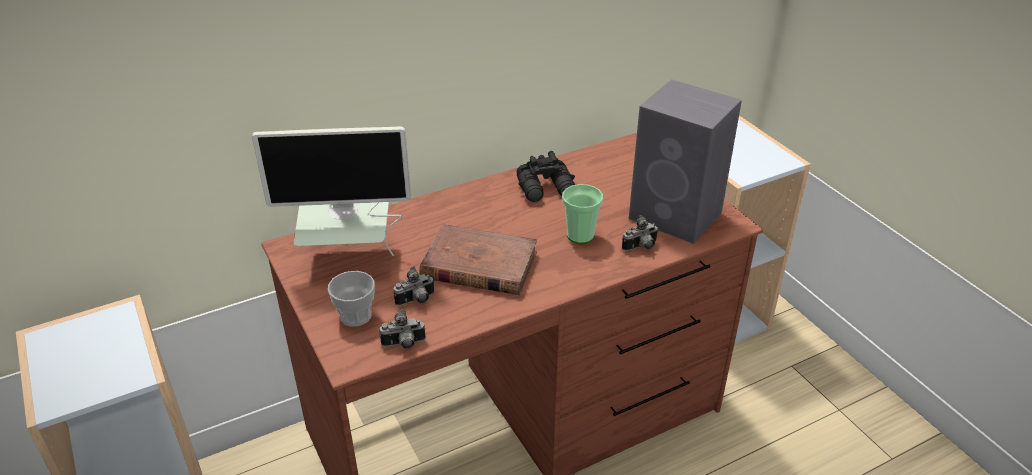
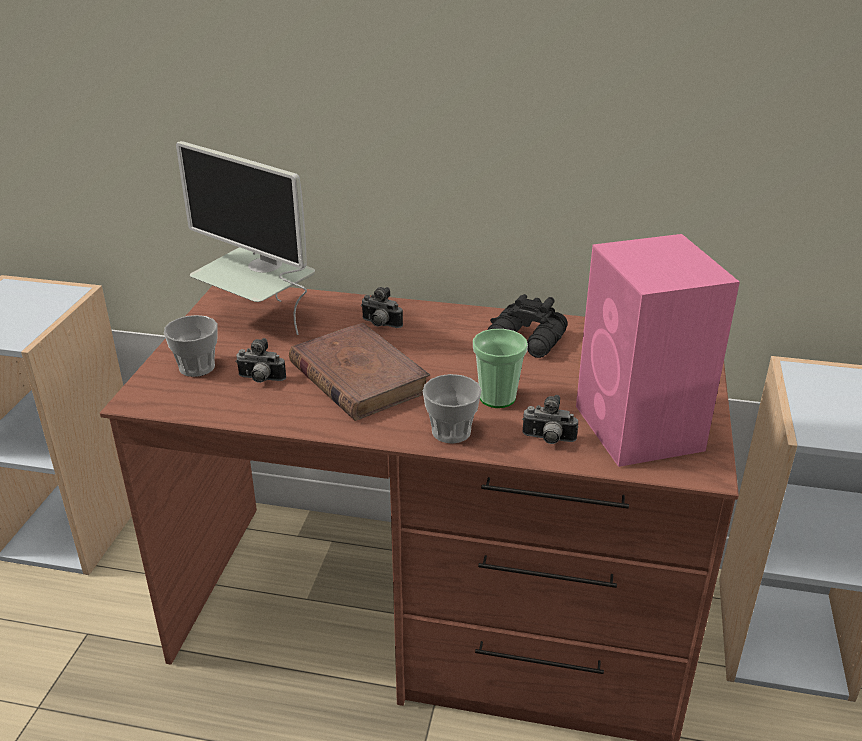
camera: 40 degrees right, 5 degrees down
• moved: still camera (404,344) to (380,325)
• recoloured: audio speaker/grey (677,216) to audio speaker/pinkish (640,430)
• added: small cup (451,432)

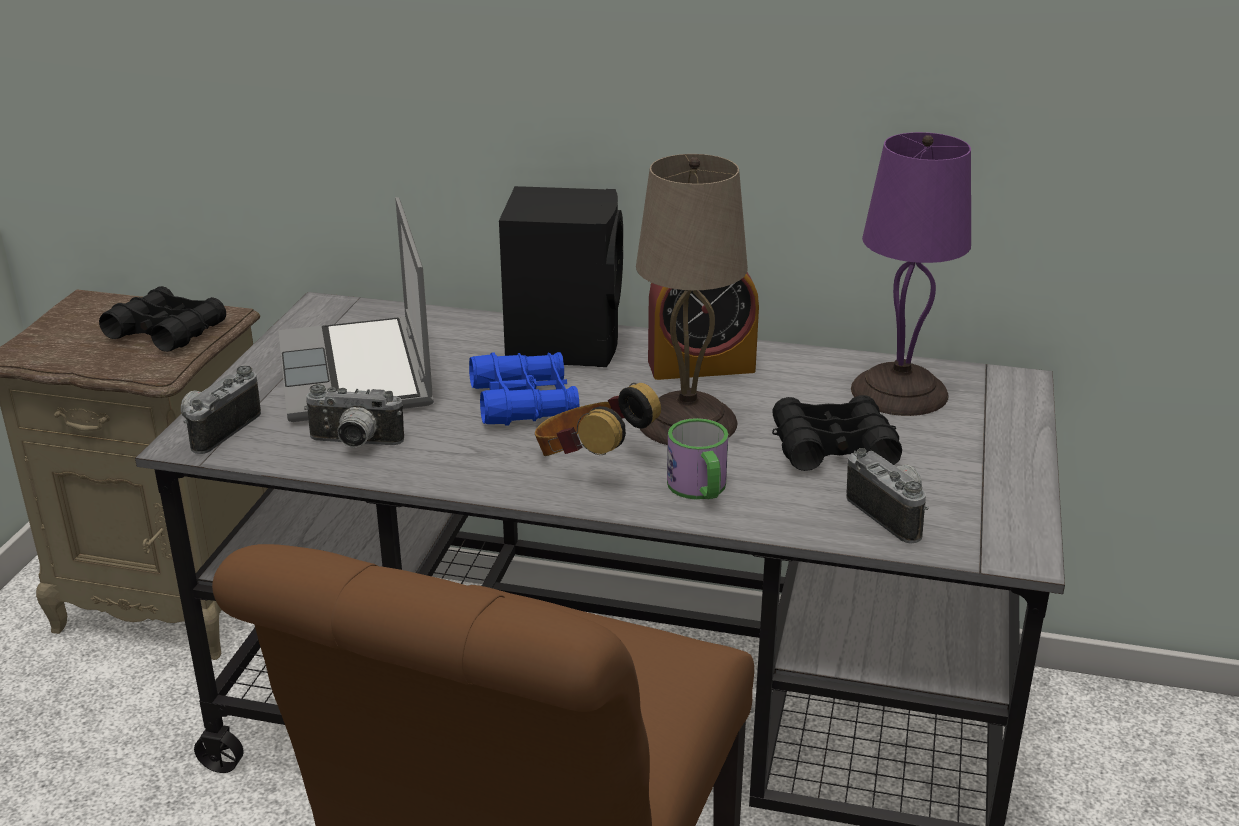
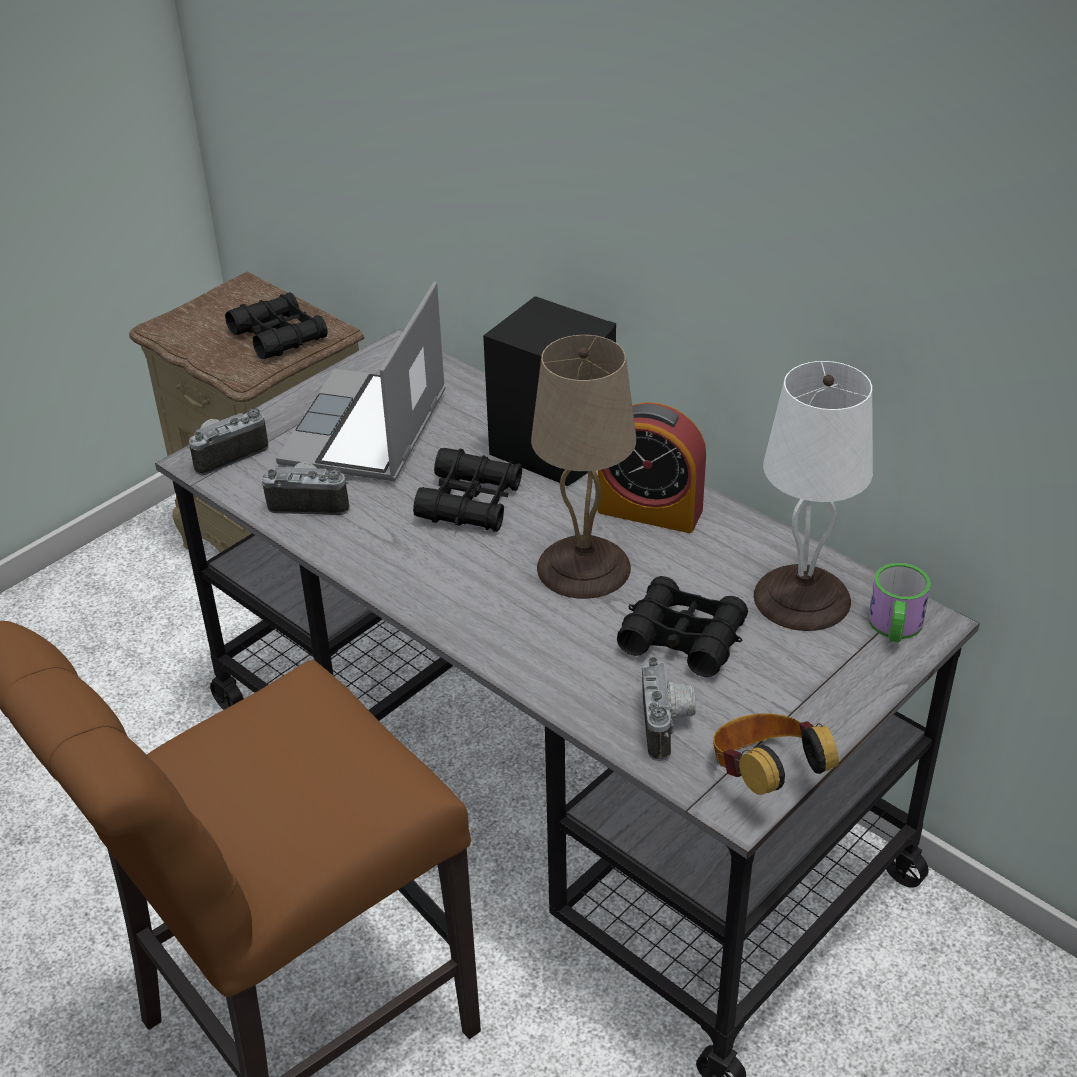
camera: 30 degrees right, 10 degrees up
• turned: still camera (354,444) = (310,502) 150 degrees clockwise
• recoloured: pair of binoculars/blue-coloured (524,402) to pair of binoculars/black-coloured (470,502)
• moved: headset (591,460) to (765,777)
• moved: mug (700,489) to (894,627)
• recoloured: table lamp/purple-coloured (901,391) to table lamp/white (804,598)

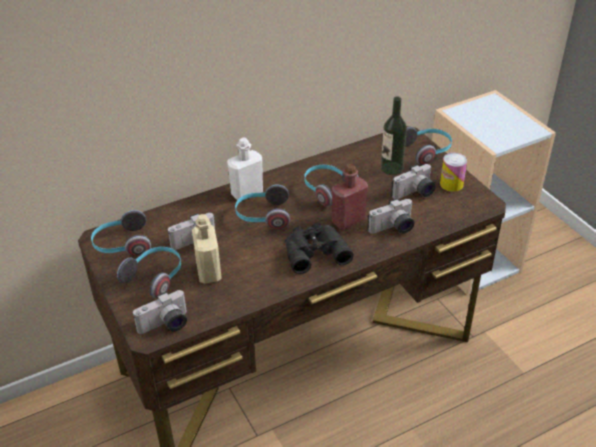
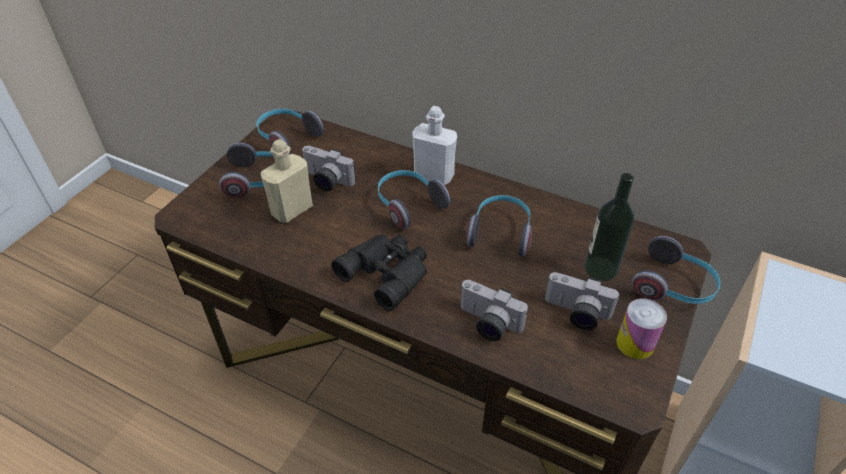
camera: 55 degrees right, 5 degrees up
• removed: still camera (165,325)
• removed: drink bottle/red-coloured (348,221)

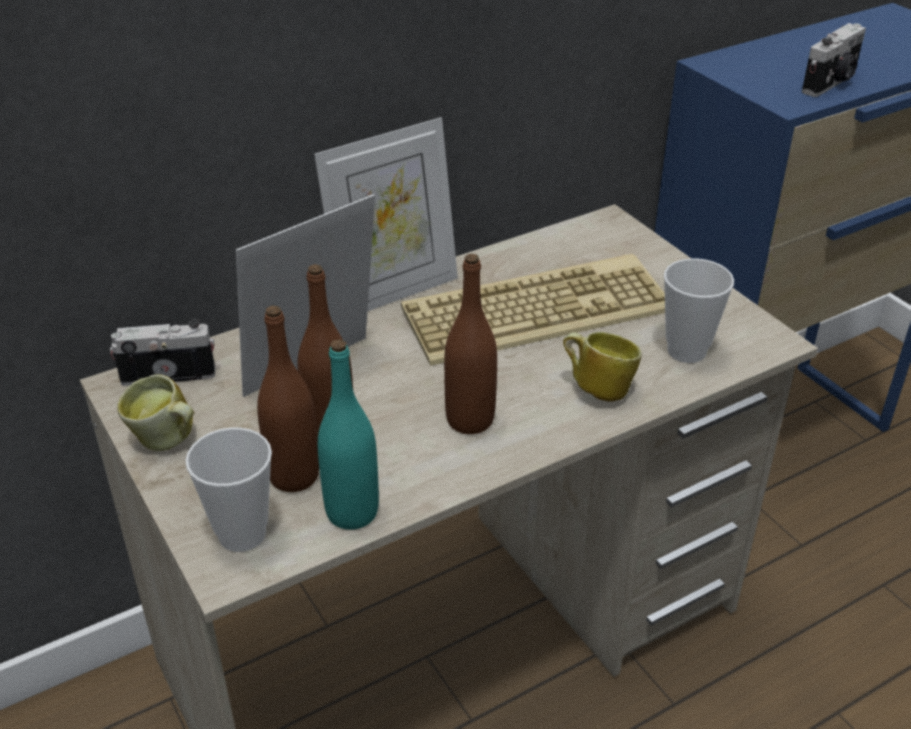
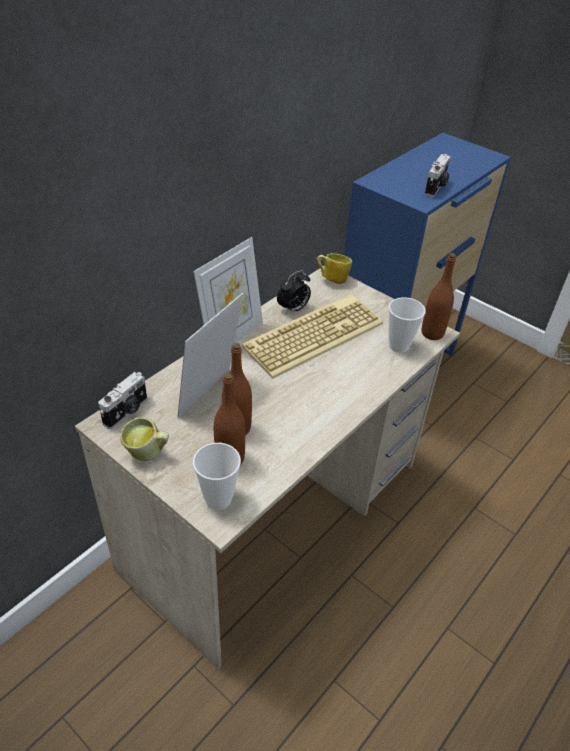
camera: 20 degrees left, 5 degrees up
• turned: still camera (168,374) = (127,412) 150 degrees clockwise
• removed: drink bottle/turquoise-coloured (352,512)
• moved: drink bottle/brown (470,420) to (432,333)
• moved: mug (597,388) to (332,279)
• added: alarm clock (293,309)

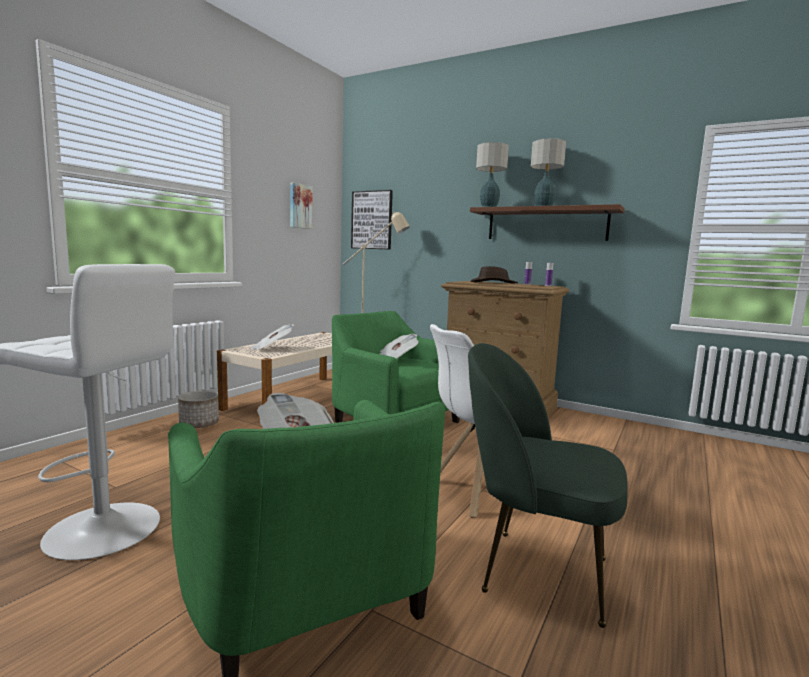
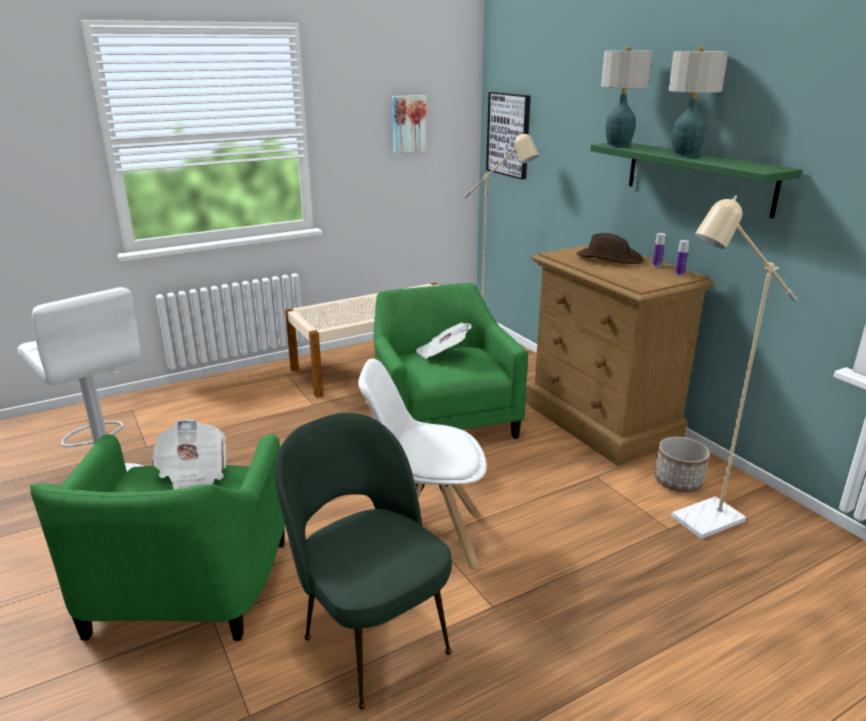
camera: 30 degrees right, 15 degrees up
• moved: plant pot (199,424) to (678,481)
• removed: printed paper (271,348)
• recoloured: wall shelf/brown (546,224) to wall shelf/green (698,177)
• added: floor lamp/sand-coloured (699,522)

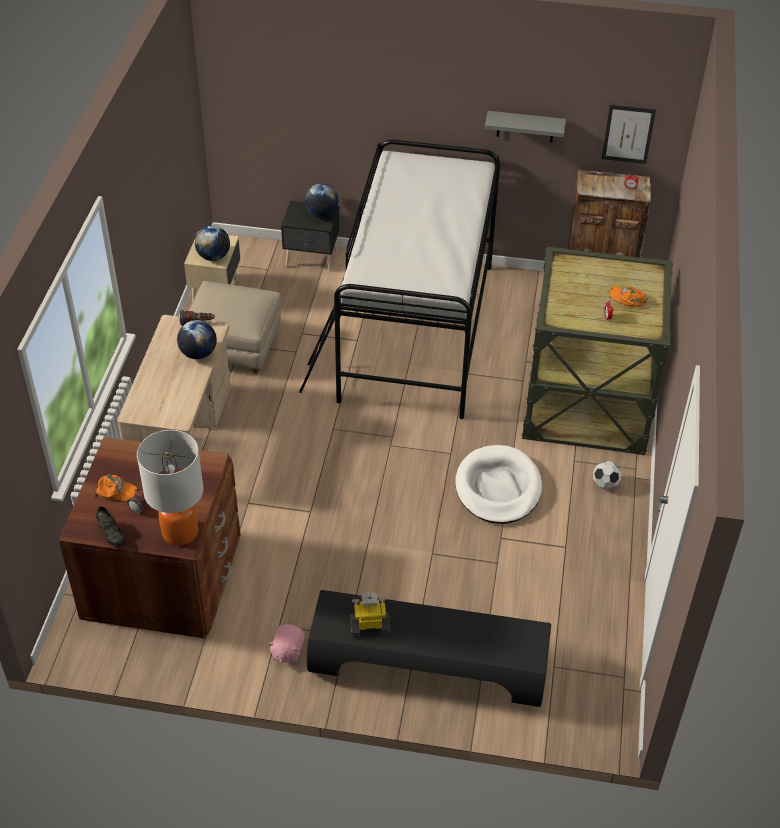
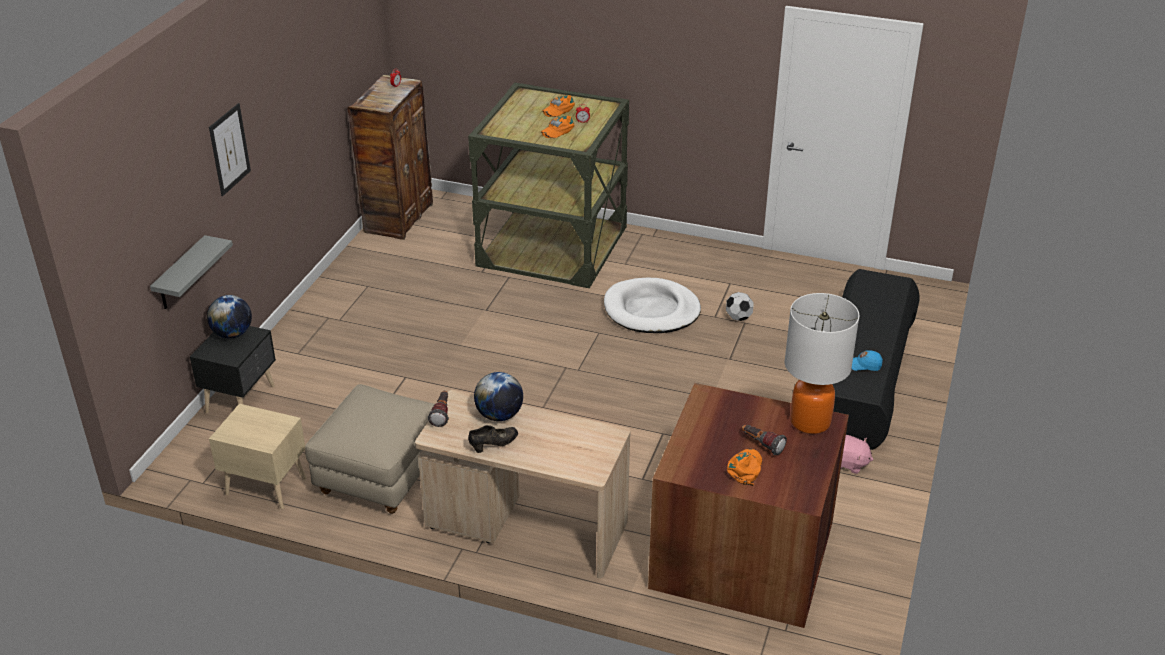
camera: 80 degrees left, 10 degrees down
• moved: low shoe/black-coloured (111,535) to (494,445)
• removed: globe (213,256)
• removed: bedroom bed/black-coloured (414,333)
• replaced: toy robot (370,625) to baseball cap/blue-coloured (864,365)
• moved: wall shelf/grey (525,126) to (181,274)
• moved: football ball (605,484) to (738,318)
• moved: wall art (628,134) to (229,149)
• added: baseball cap/orange-coloured (558,130)

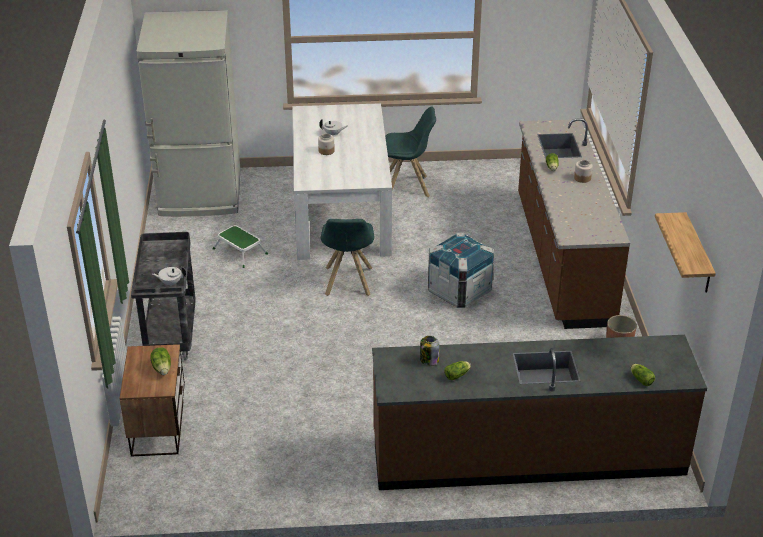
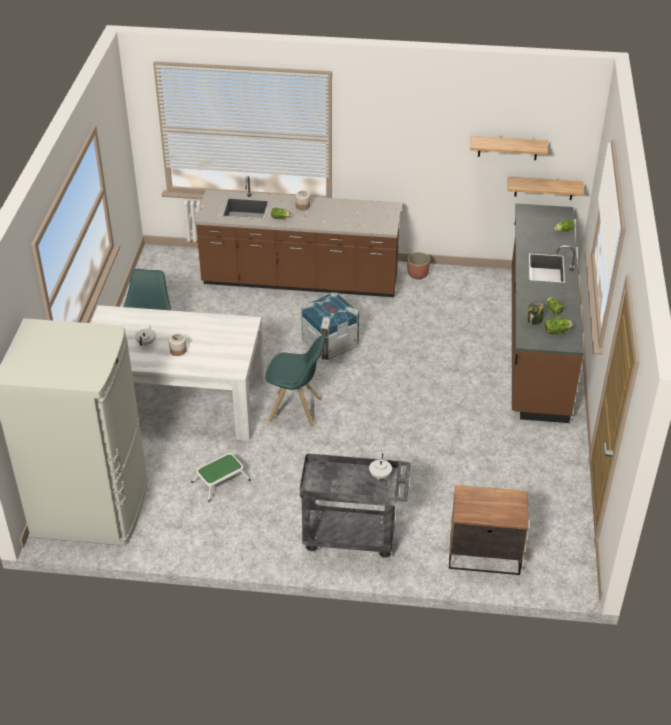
camera: 80 degrees left, 5 degrees up
• moved: lettuce (162,368) to (556,331)
• added: wall shelf (544,188)

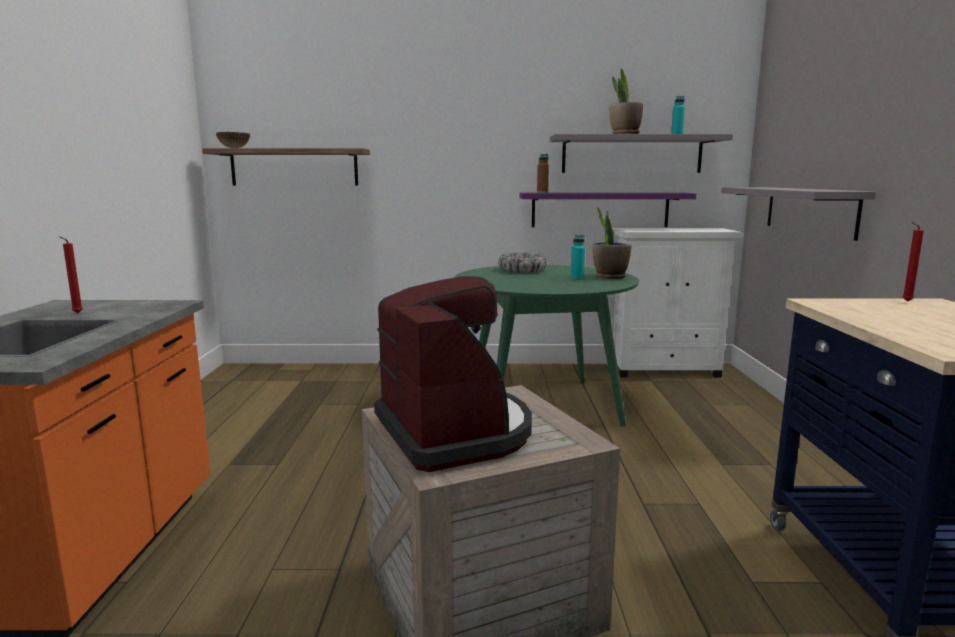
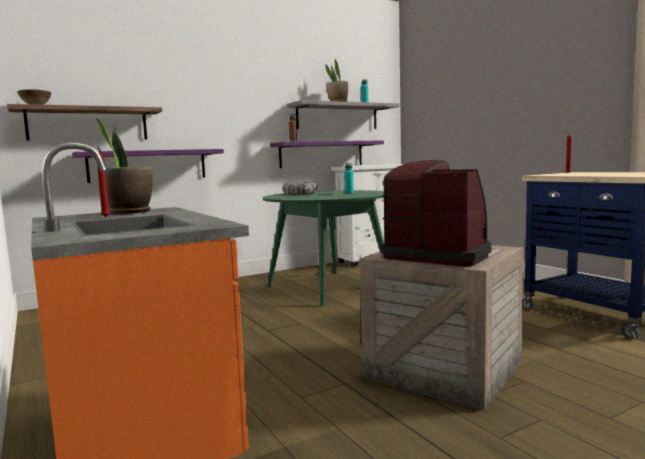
camera: 30 degrees left, 5 degrees down
• moved: houseplant (609,277) to (129,212)
• removed: wall shelf/grey (809,210)
• added: wall shelf/purple-coloured (148,165)

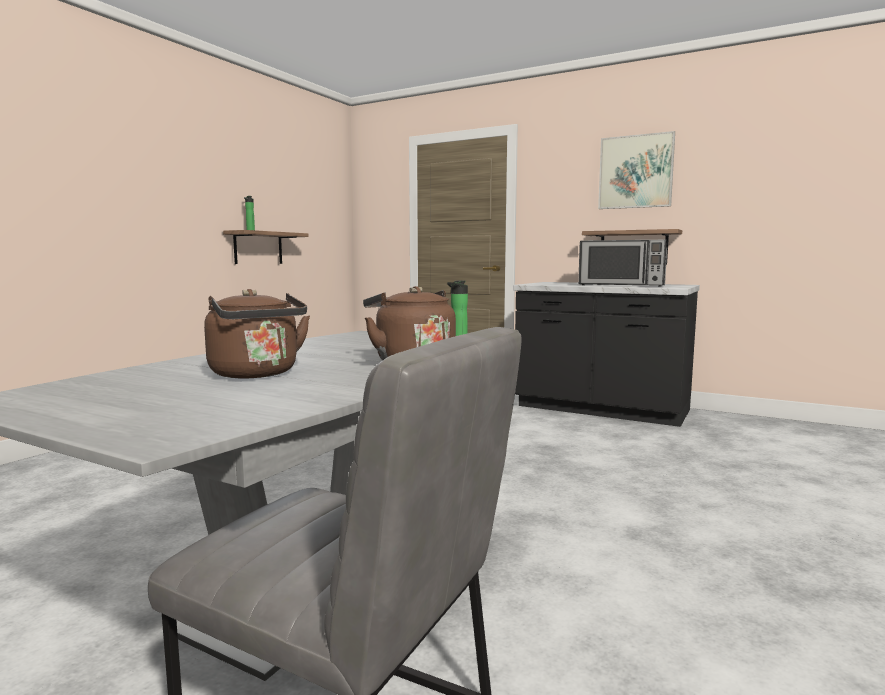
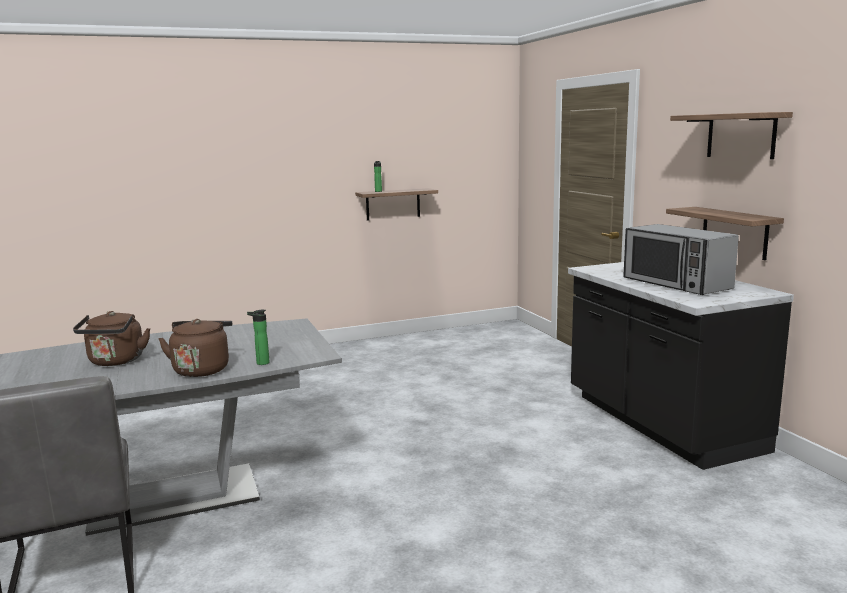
camera: 40 degrees right, 5 degrees up
• replaced: wall art (635,172) to wall shelf (741,135)

